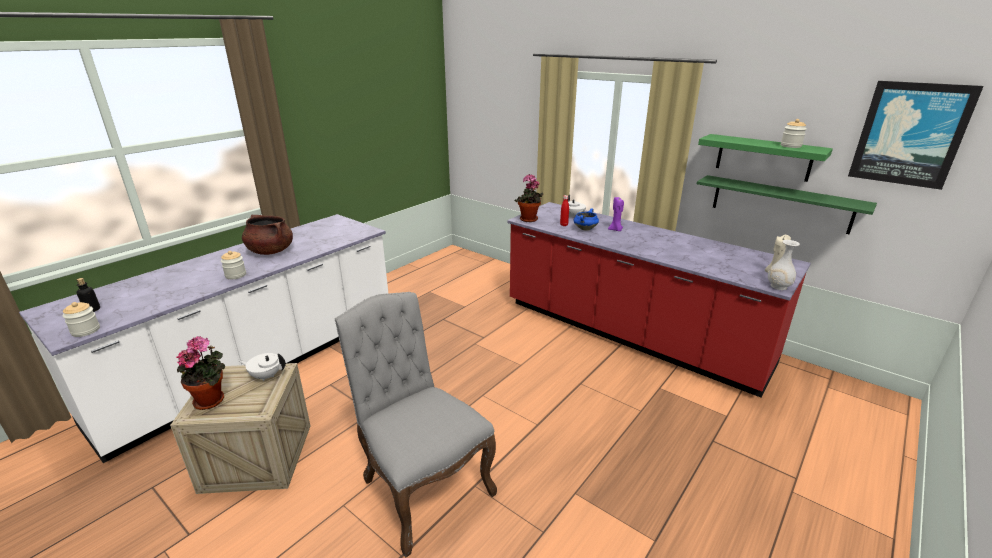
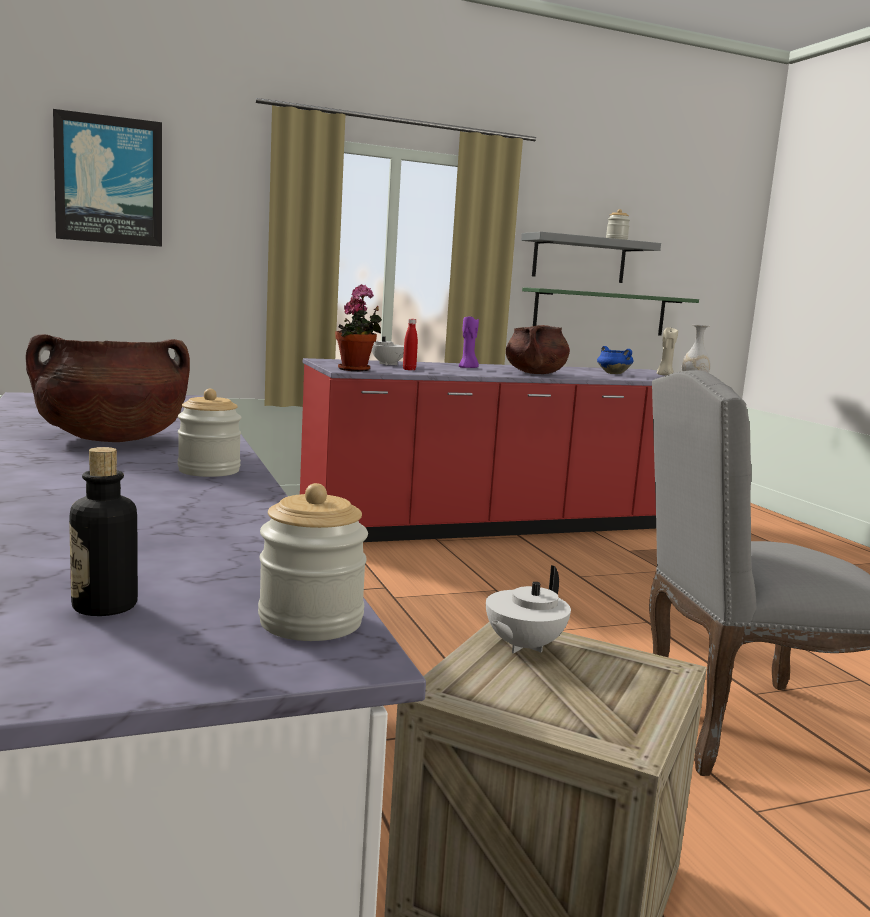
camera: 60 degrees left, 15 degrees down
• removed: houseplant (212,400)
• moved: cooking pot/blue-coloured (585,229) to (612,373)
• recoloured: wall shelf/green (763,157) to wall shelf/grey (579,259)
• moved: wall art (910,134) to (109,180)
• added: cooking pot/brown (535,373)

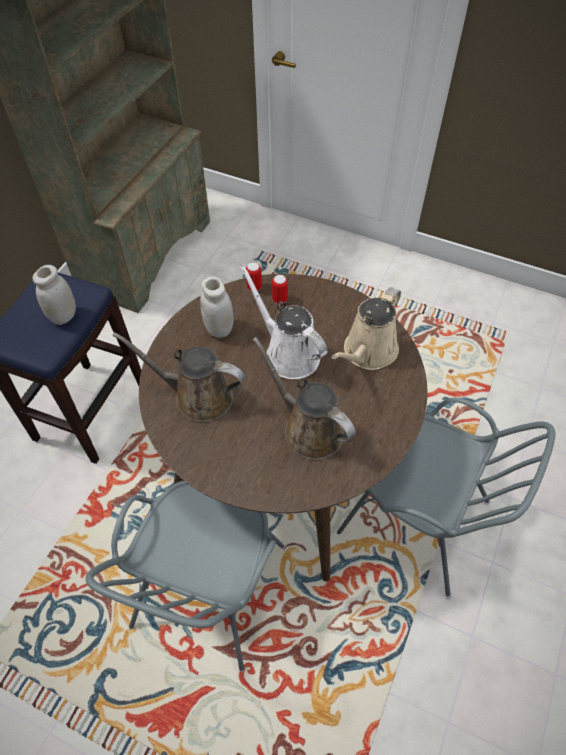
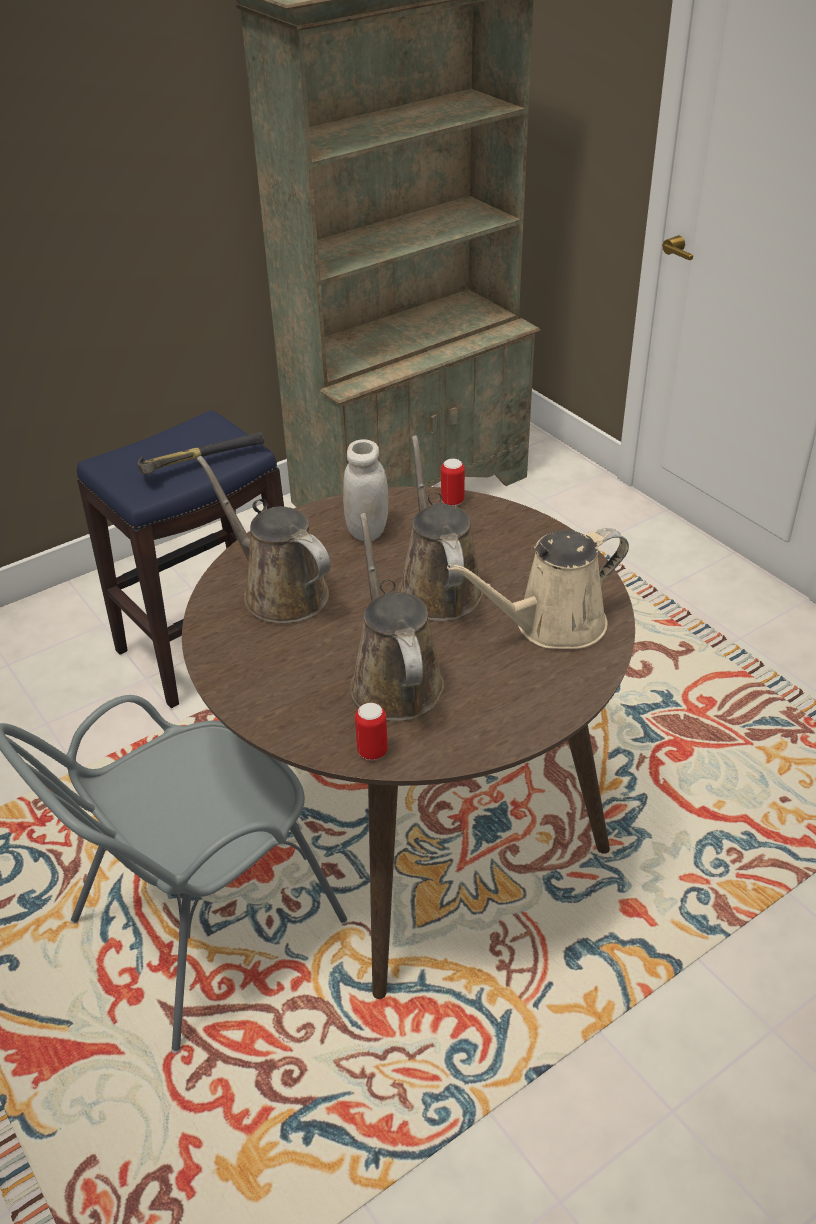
camera: 30 degrees right, 15 degrees down
• replaced: storage jar/white (64,316) to hammer (196,463)
• recoloured: watering pot/white (288,353) to watering pot/brown (437,587)
• moved: metal can (280,299) to (372,752)
• removed: chair/grey (420,522)

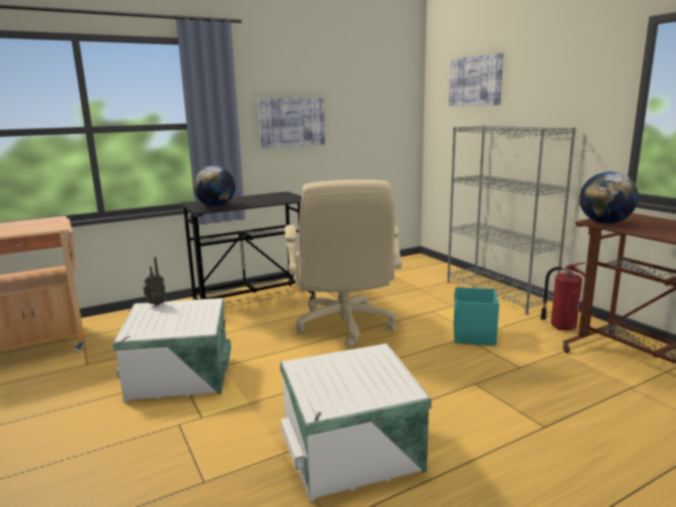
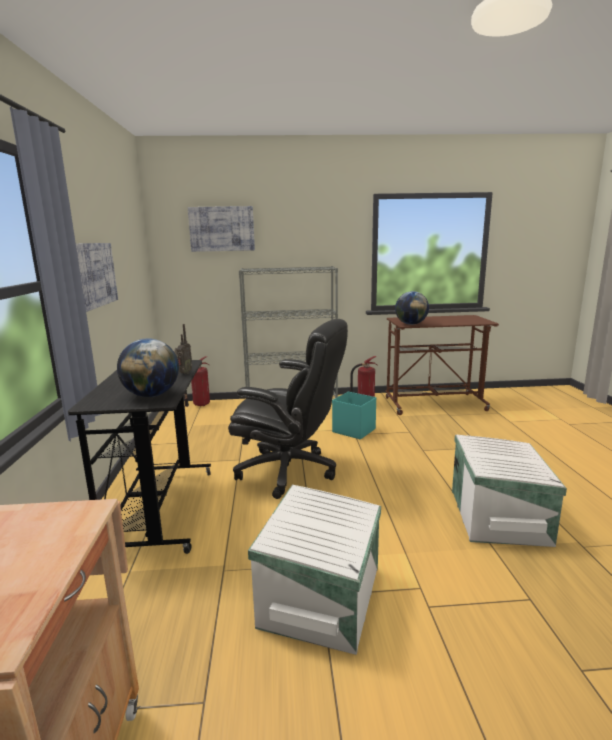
camera: 65 degrees left, 0 degrees up
• moved: radio set (156,303) to (183,373)
• recoloured: office chair/sand-coloured (343,328) to office chair/black-coloured (291,473)
• added: extinguisher (200,404)

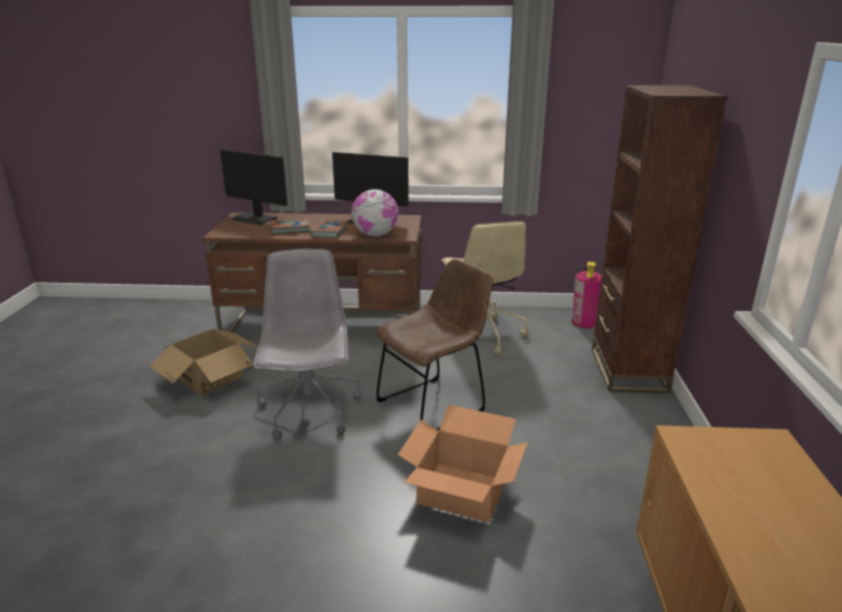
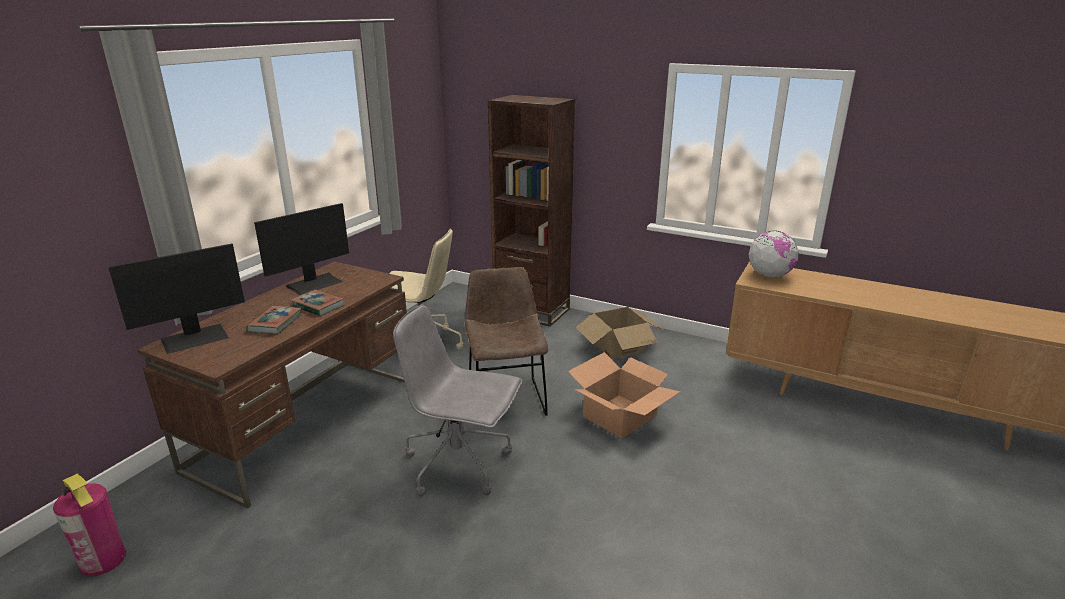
camera: 65 degrees left, 0 degrees up
• moved: carton (210,377) to (618,346)
• moved: globe (376,235) to (769,275)
• moved: extinguisher (584,322) to (103,560)

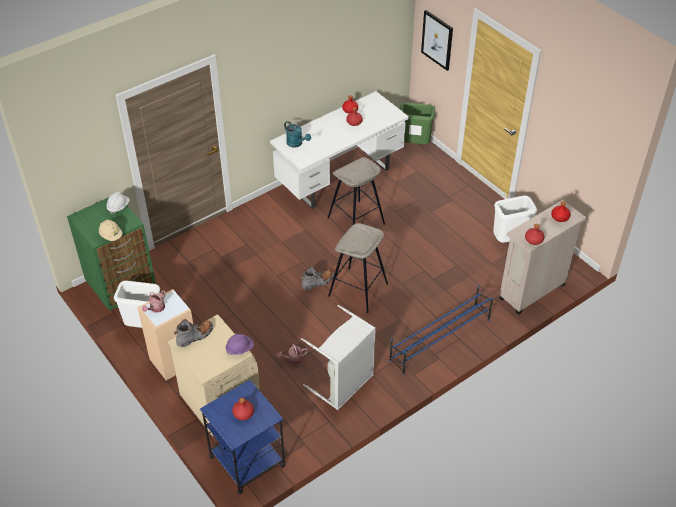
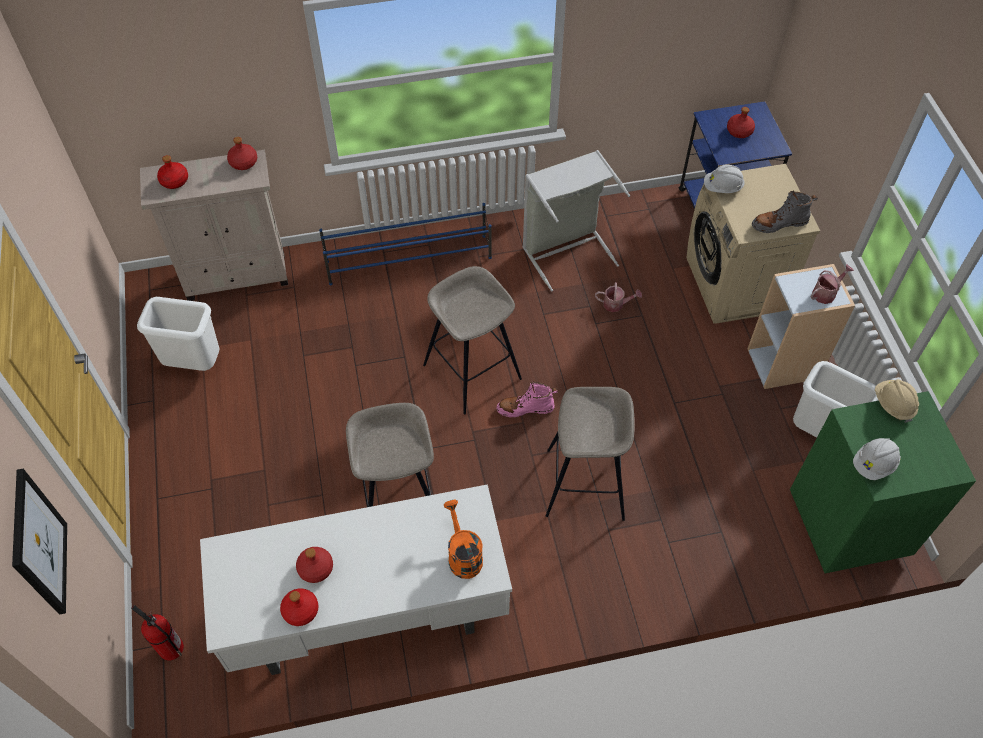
camera: 155 degrees left, 10 degrees up
• recoloured: safety helmet/purple-coloured (240,349) to safety helmet/white (722,188)
• recoloured: watering pot/turquoise-coloured (296,144) to watering pot/orange-coloured (463,555)
• recoloured: tall boot/grey (317,282) to tall boot/pinkish (525,408)
• replaced: trash can/green (414,145) to extinguisher (170,648)
• added: stool seat/grey (585,485)

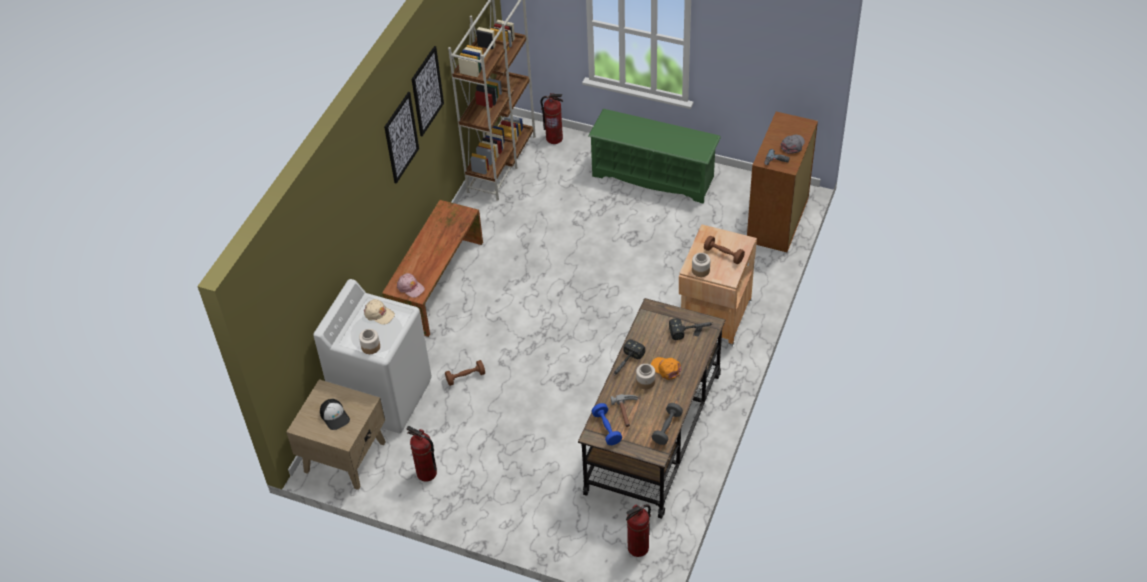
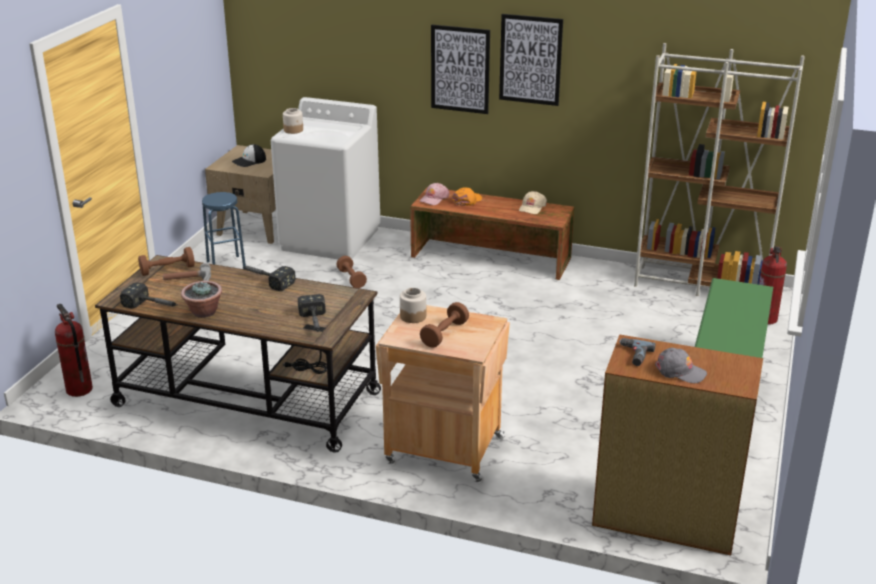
camera: 85 degrees right, 20 degrees down
• moved: baseball cap/sand-coloured (379,314) to (532,207)
• replaced: extinguisher (426,473) to stool seat/blue-coloured (226,265)
• moved: wall art (427,91) to (460,69)
• recoloured: dumbbell/blue-coloured (606,429) to dumbbell/brown (167,270)
• removed: storage jar (645,382)
• moved: baseball cap/orange-coloured (666,369) to (467,200)
• replaced: dumbbell/grey (667,428) to hammer (153,306)
• added: houseplant (204,312)

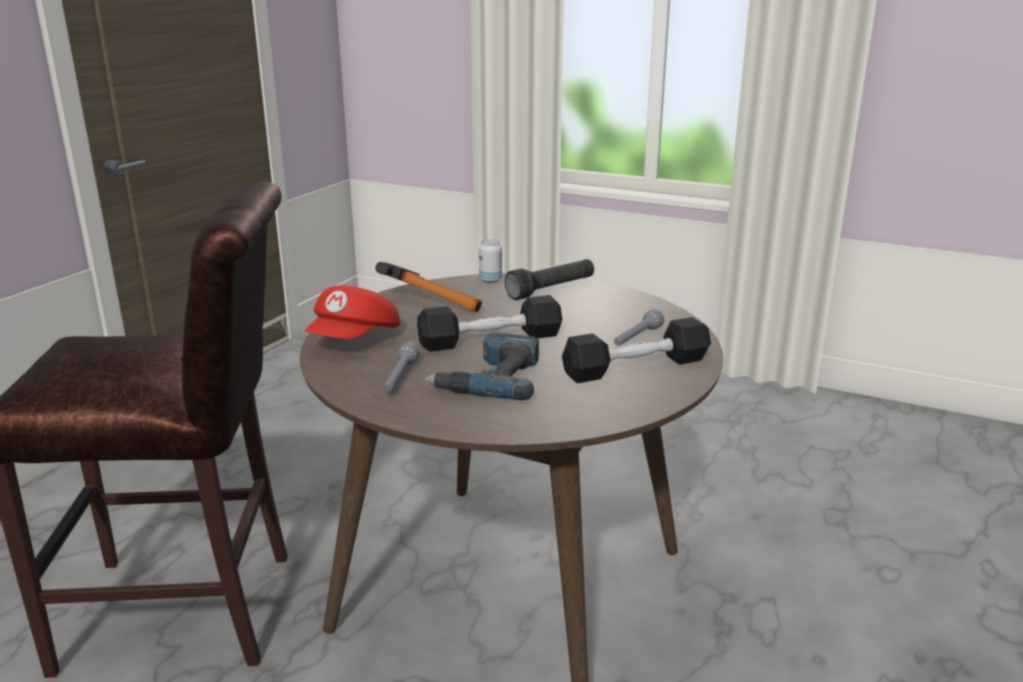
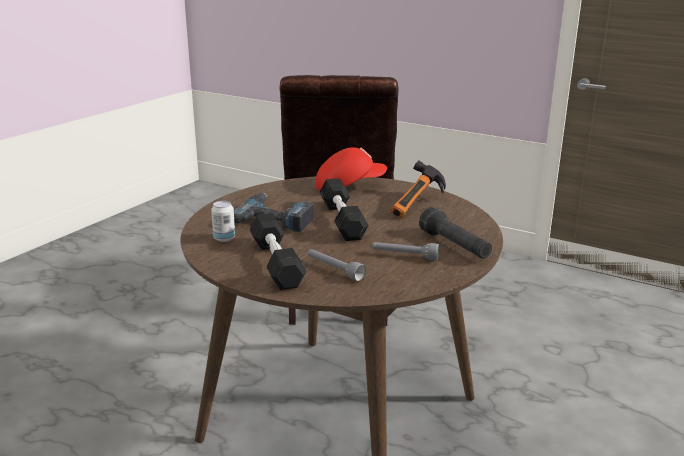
camera: 95 degrees right, 0 degrees up
• turned: baseball cap/red-coloured (355,340) = (349,186) 135 degrees clockwise
• moved: torch/grey (400,378) to (404,256)
• moved: metal can (490,280) to (224,238)

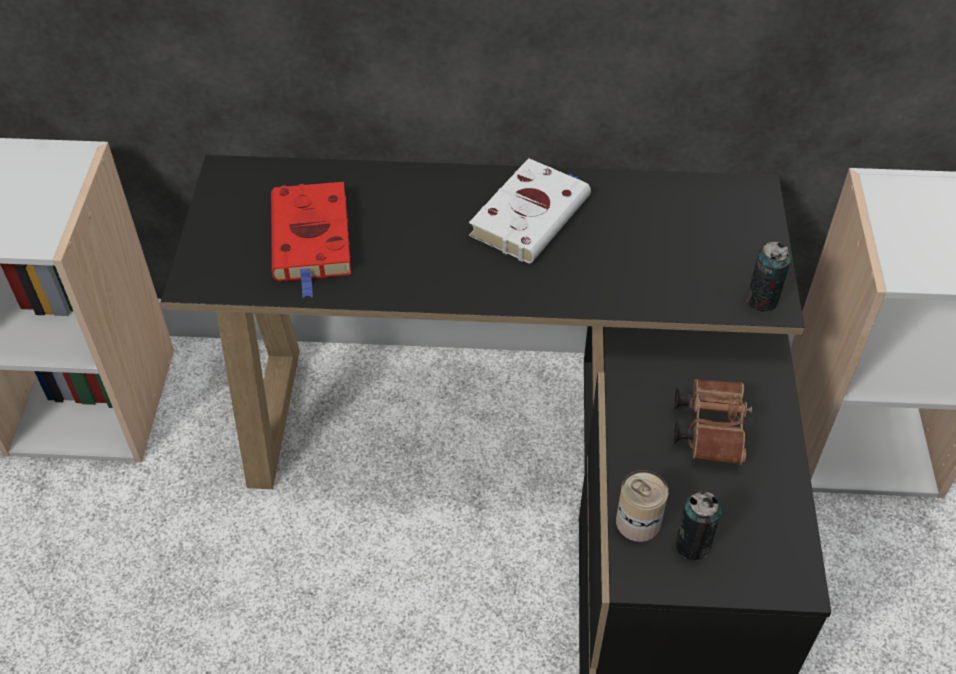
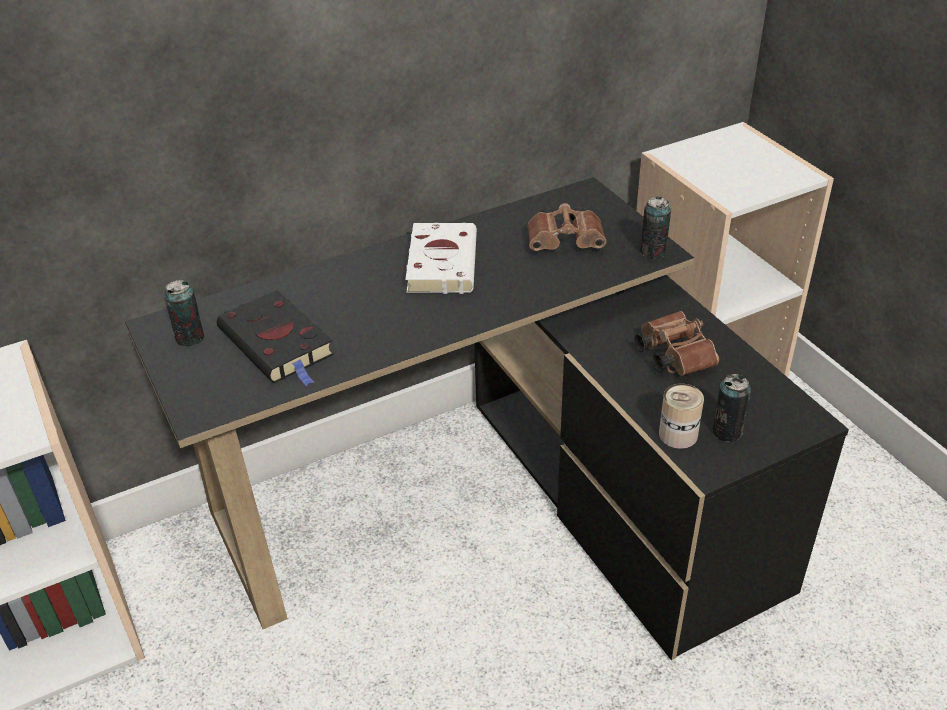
camera: 30 degrees left, 10 degrees down
• recoloured: bound book/red-coloured (312,240) to bound book/black-coloured (278,344)
• added: metal can (190,338)
• added: pair of binoculars/brown (567,242)

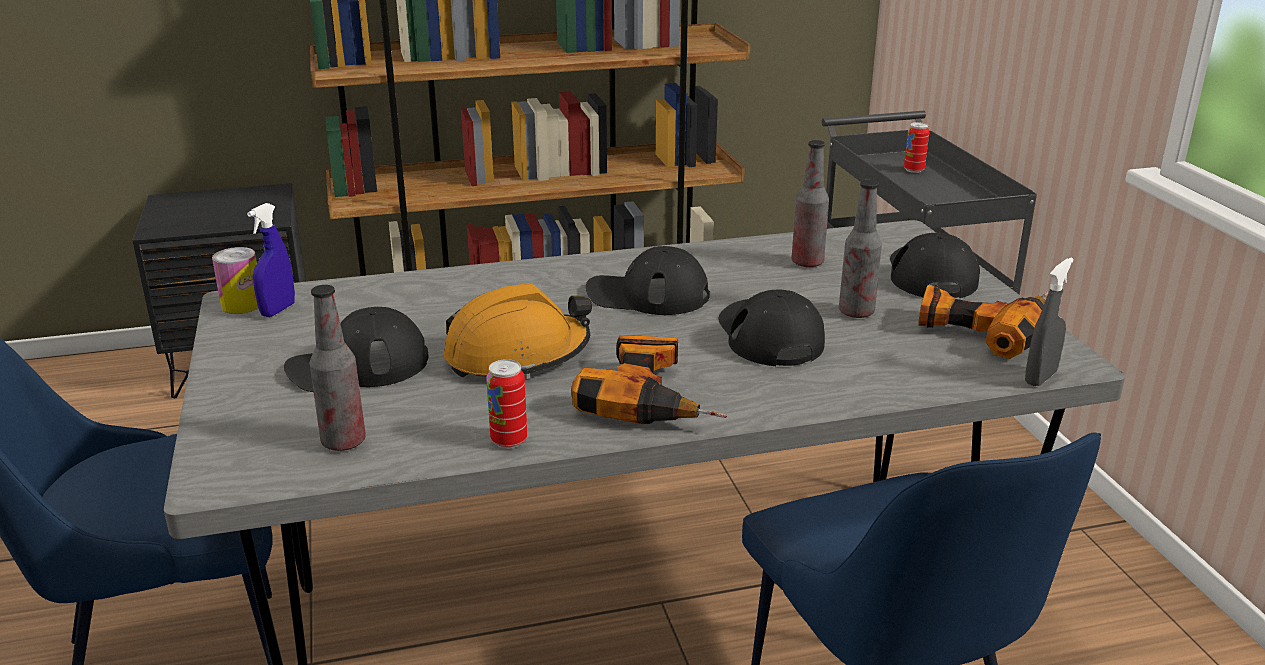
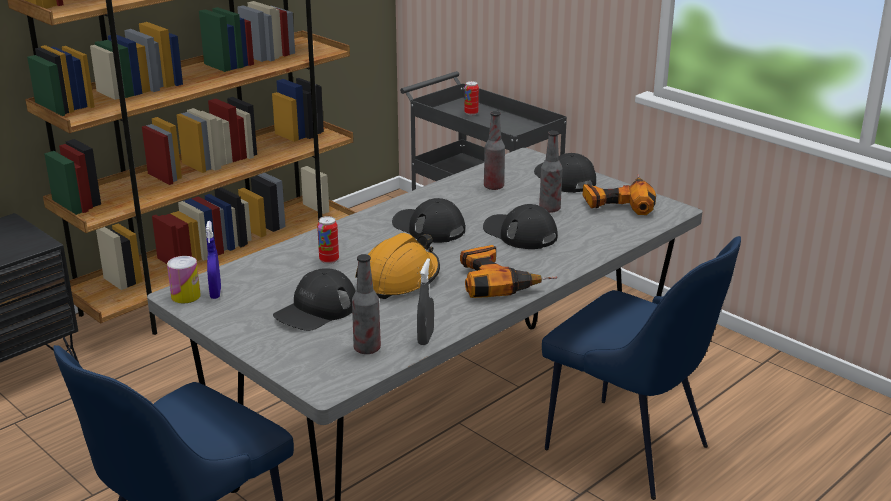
camera: 30 degrees left, 0 degrees up
• moved: metal can (509,440) to (329,260)
• turned: baseball cap/black-coloured (647,295) = (428,227) 60 degrees clockwise
• moved: hand sprayer/grey (1040,378) to (425,338)

